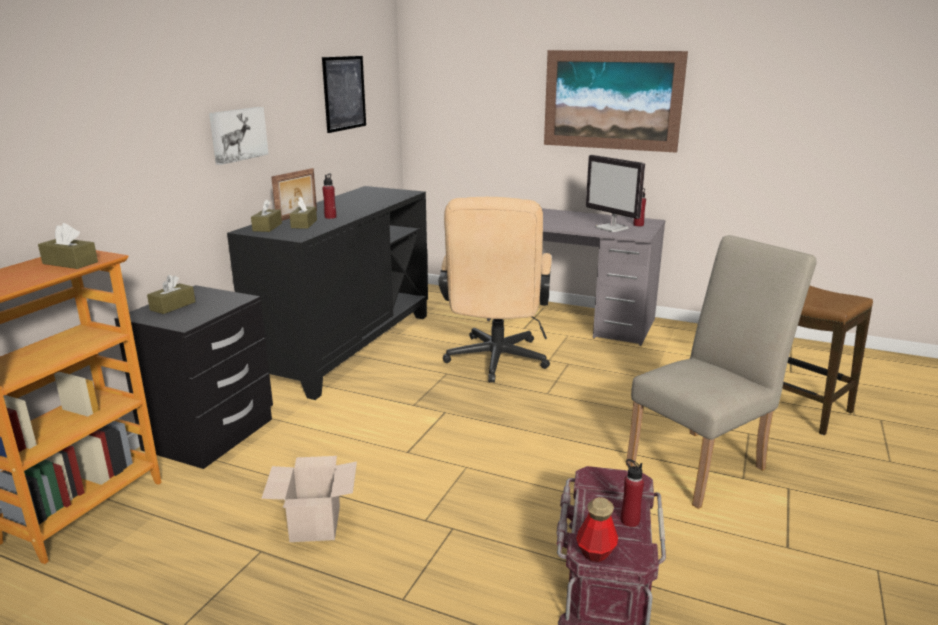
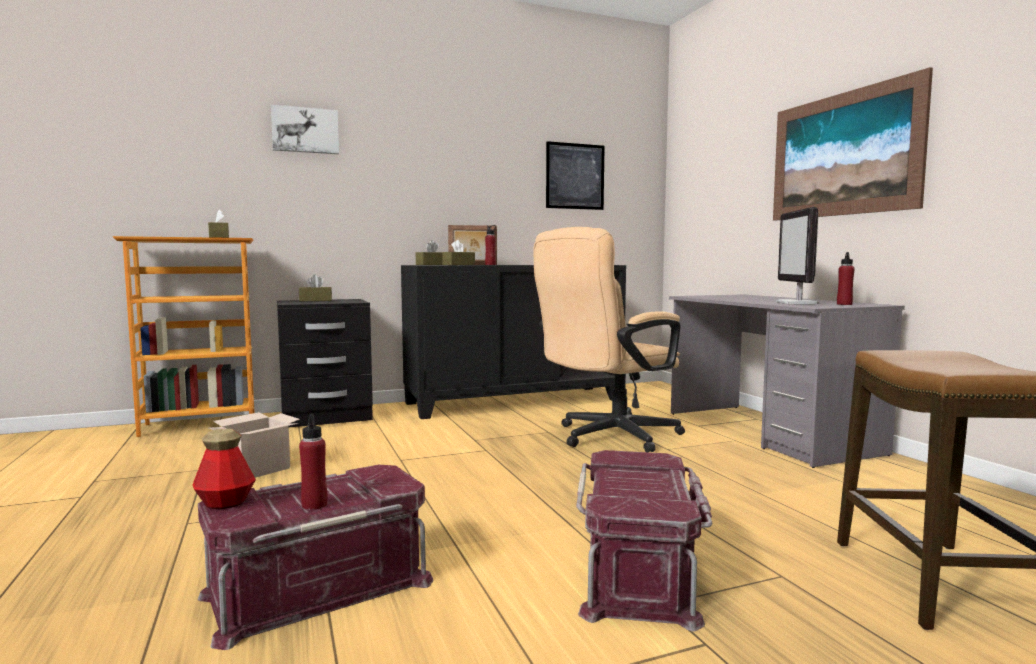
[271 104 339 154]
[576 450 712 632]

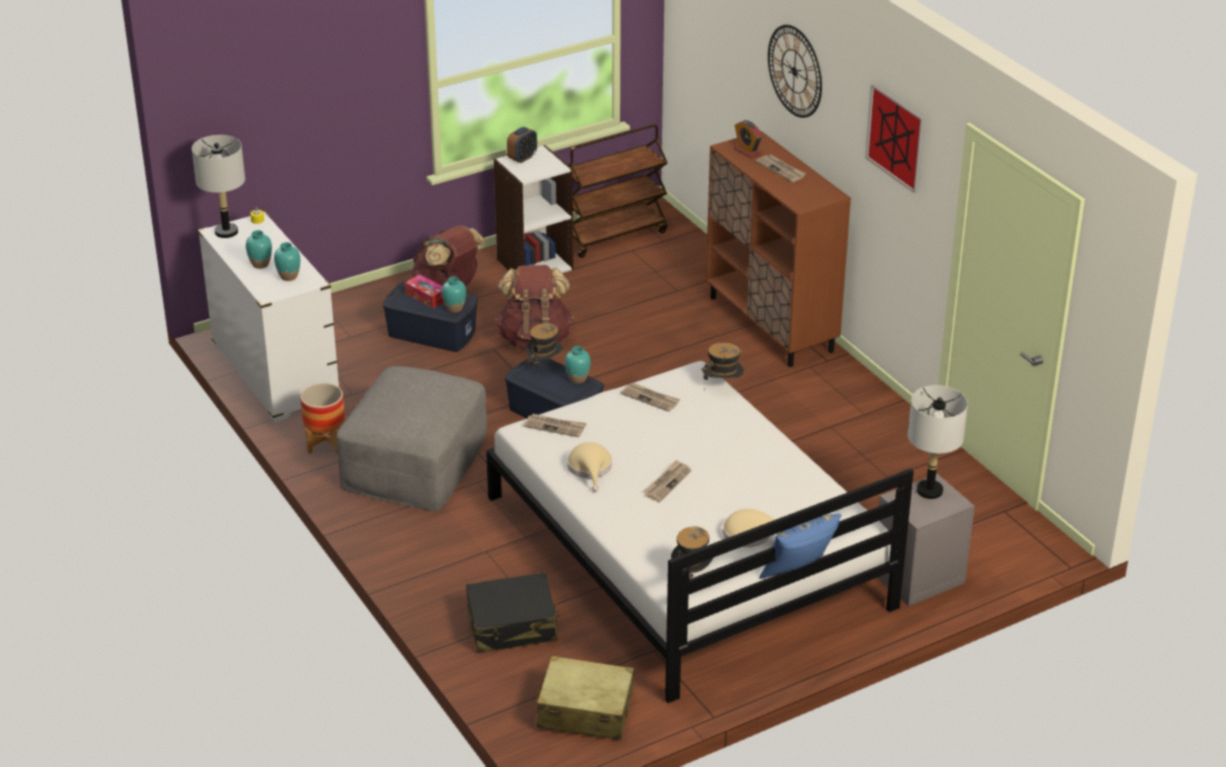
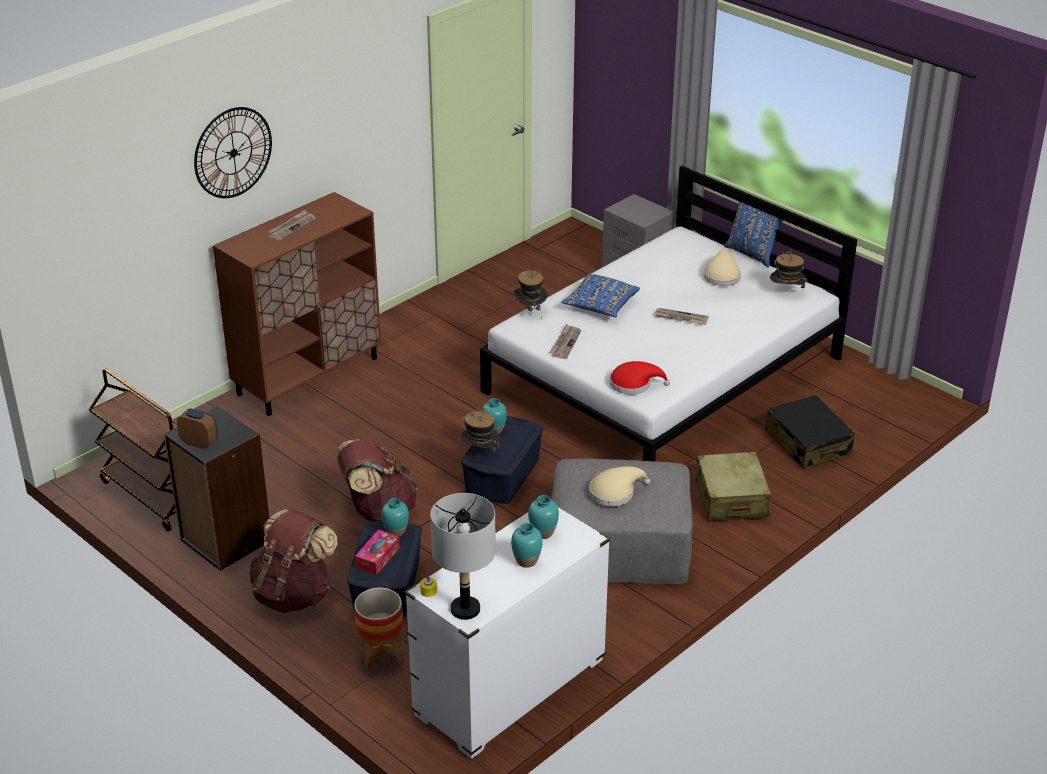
[164 406 269 571]
[354 588 403 668]
[561 274 640 317]
[589 466 651 507]
[610 361 670 394]
[696 451 771 521]
[734 120 762 158] (first image)
[865 84 925 193] (first image)
[908 385 968 499] (first image)

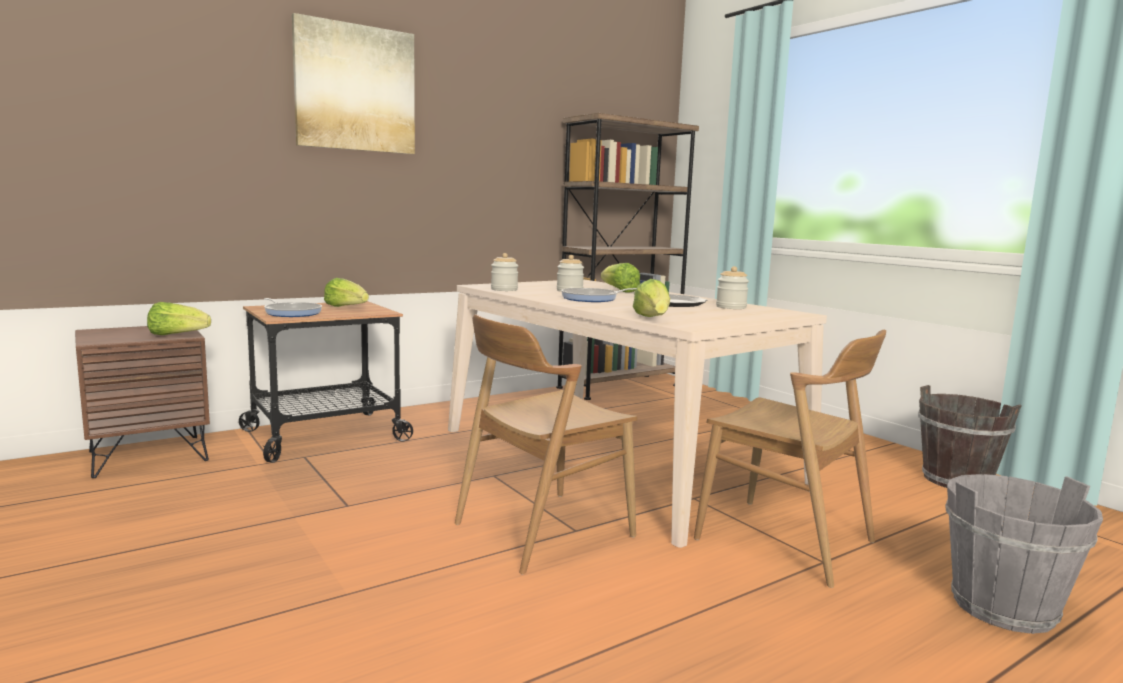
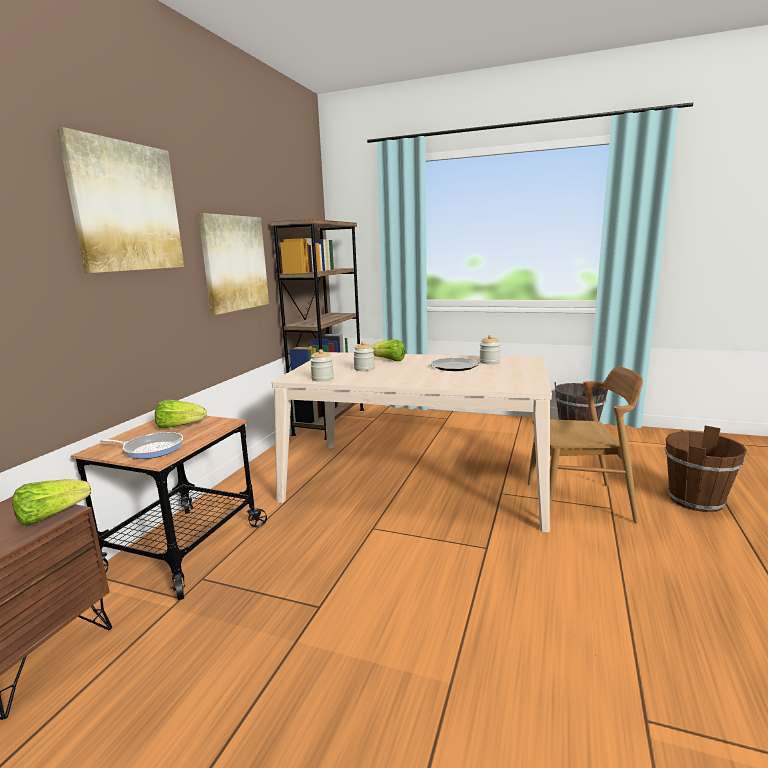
[198 213 269 315]
[665 426 747 512]
[455 314 638 574] (first image)
[561 288 636 302] (first image)
[633 279 670 317] (first image)

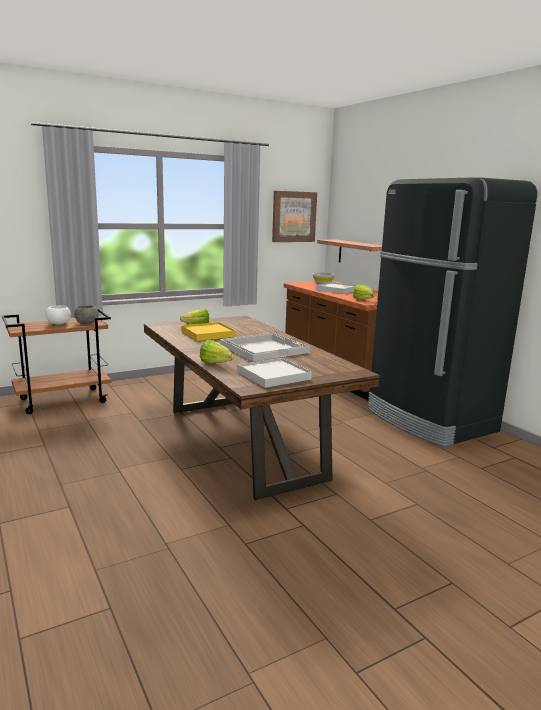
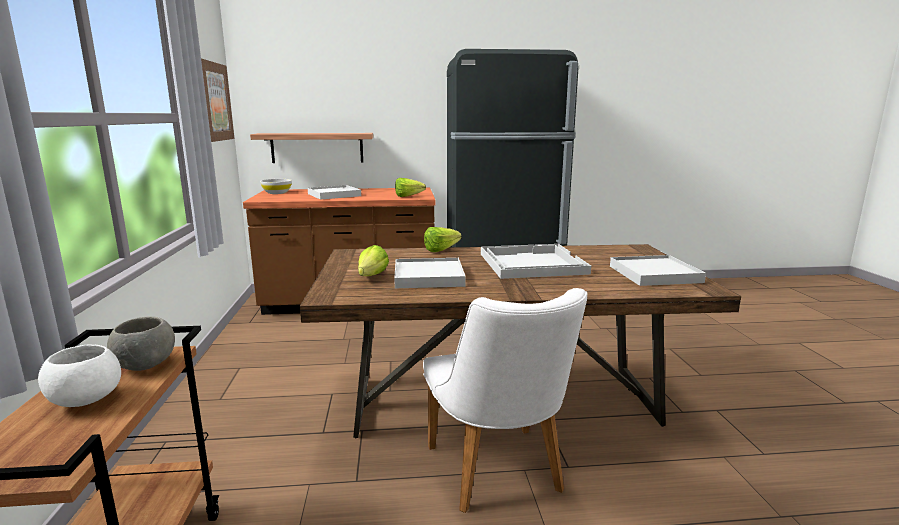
[394 258 466 288]
[423 288 587 513]
[424 227 462 252]

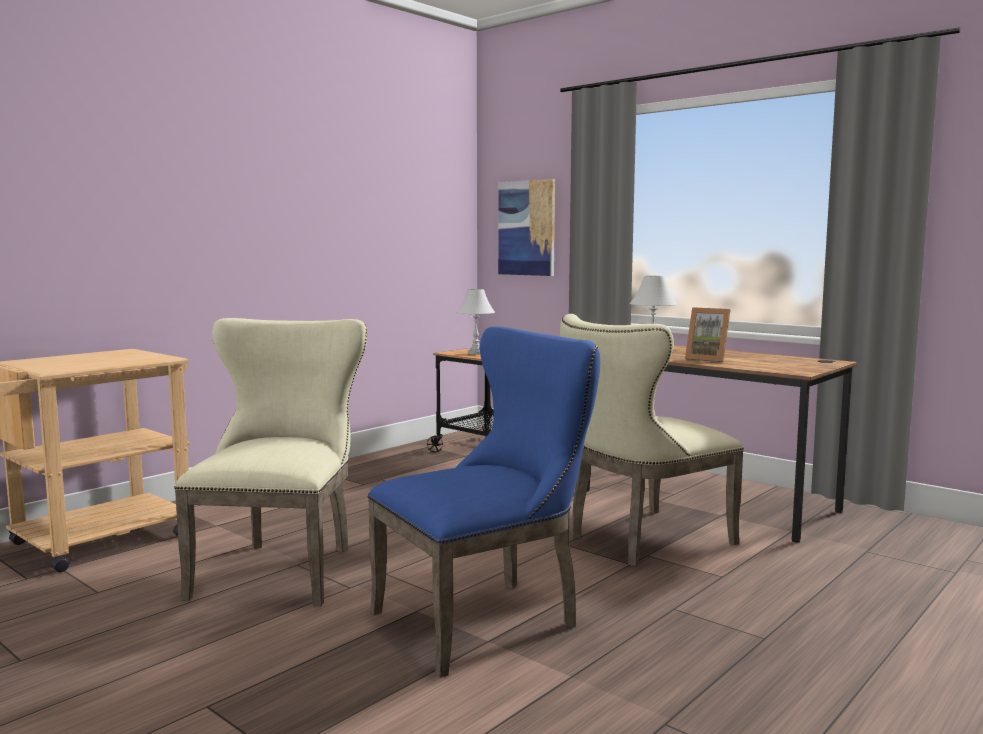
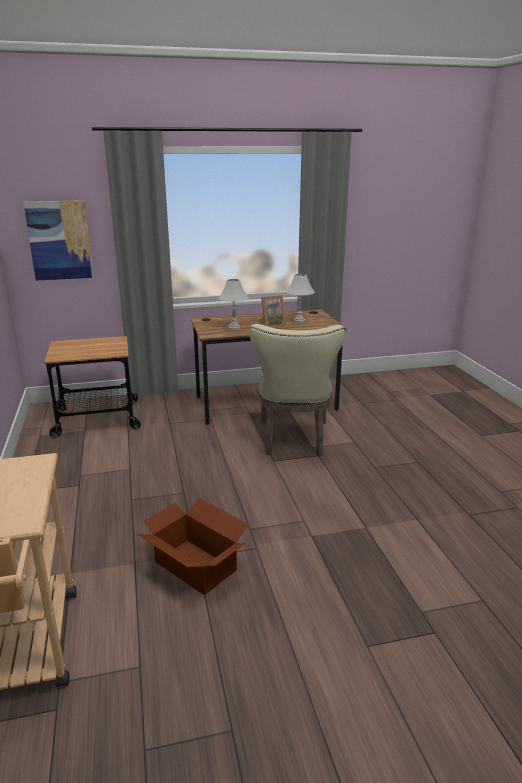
[137 497 249 595]
[286 274 315 323]
[367 326 600 678] (first image)

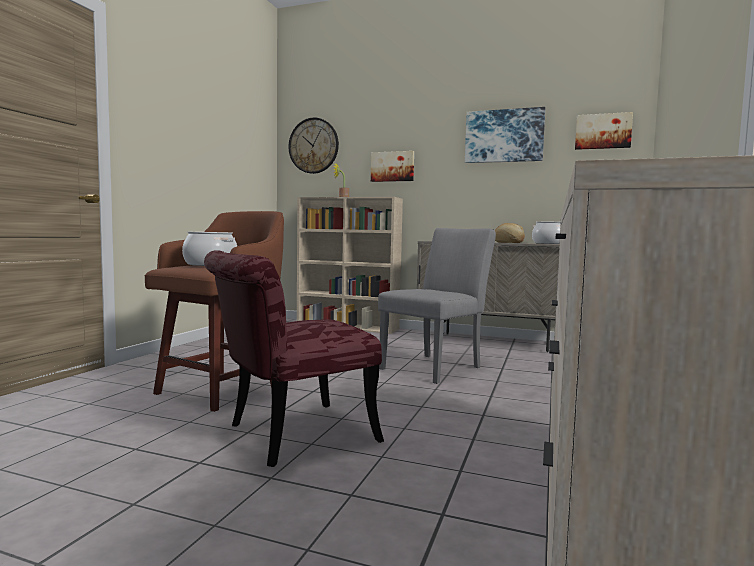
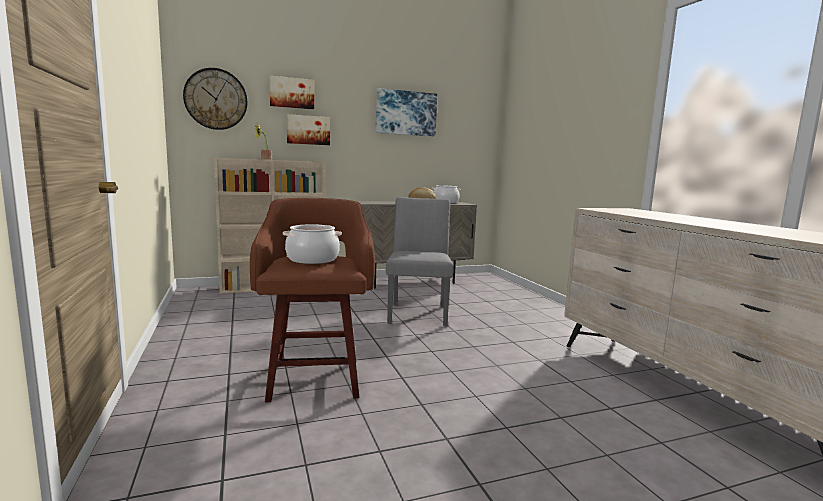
[269 76 314 109]
[204 250 384 467] (first image)

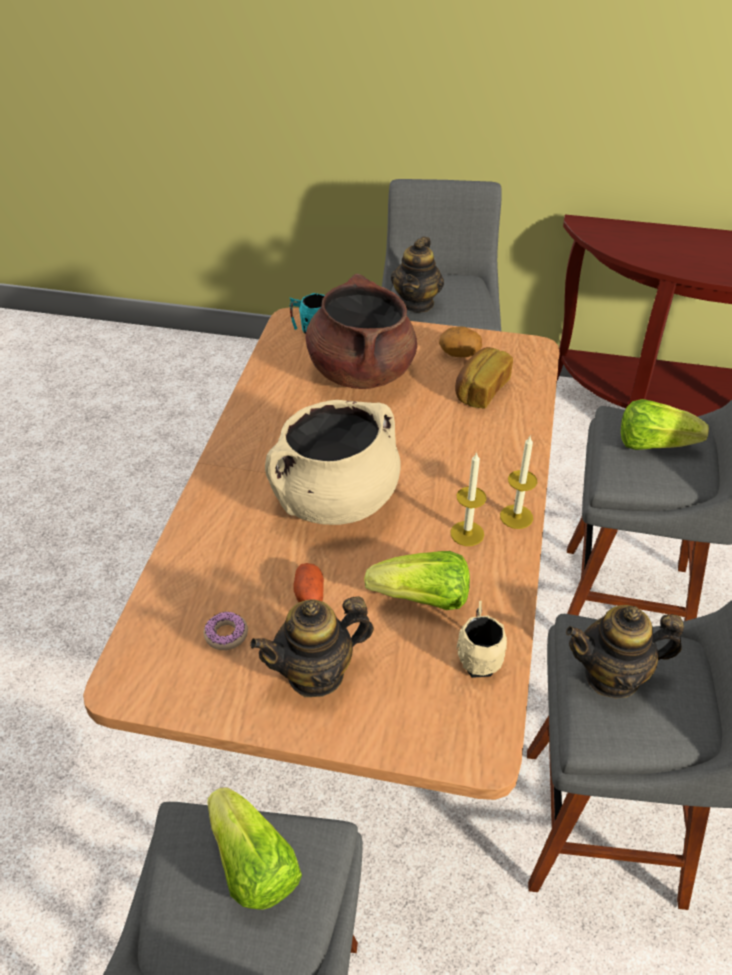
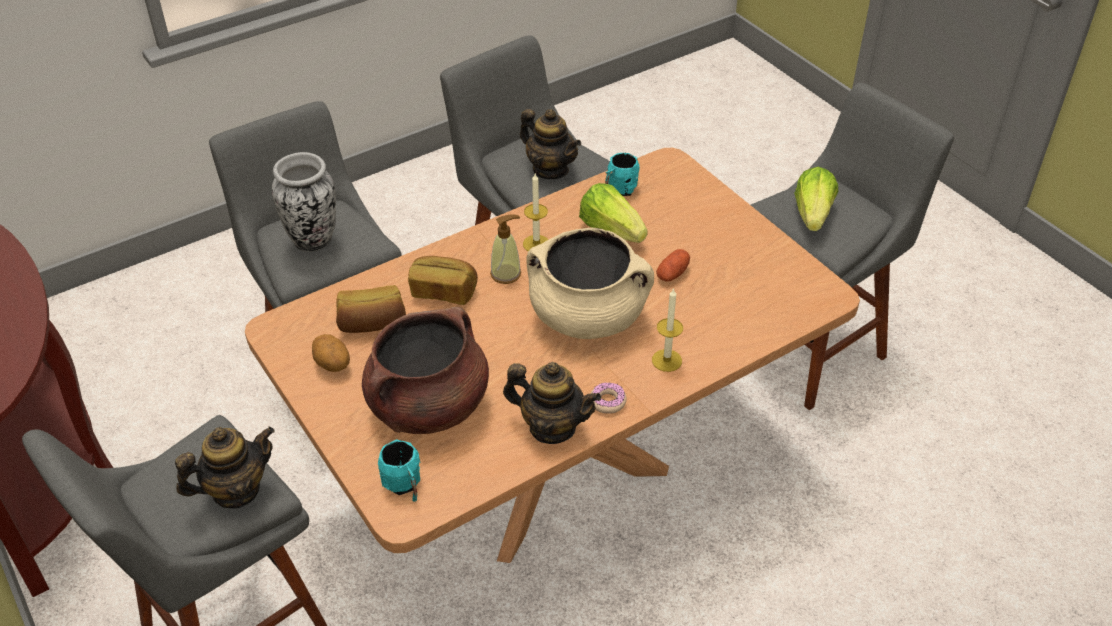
[272 152 336 252]
[408 256 478 305]
[490 214 521 284]
[503 362 601 444]
[591 382 627 414]
[605 153 640 196]
[652 288 683 372]

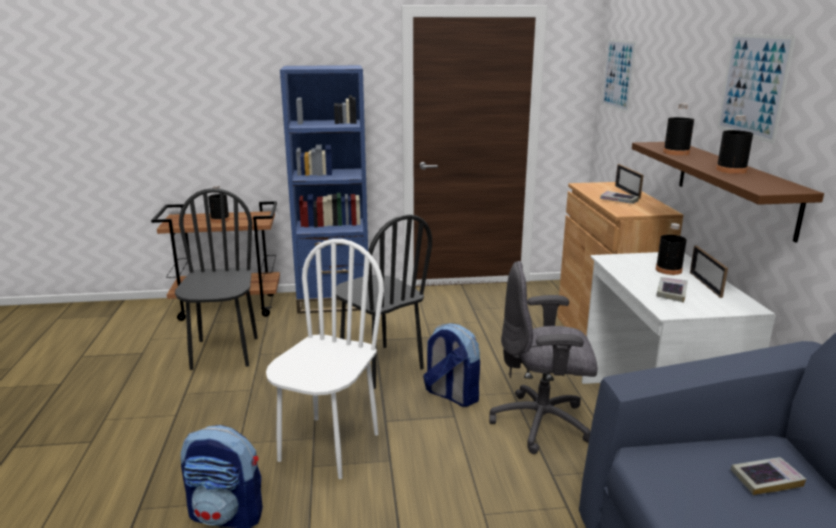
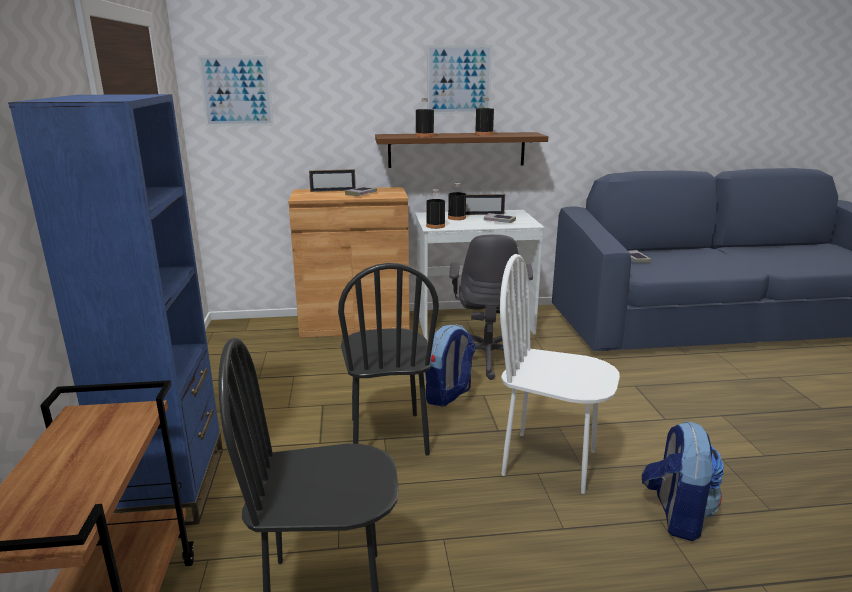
[338 263 439 455]
[426 189 445 229]

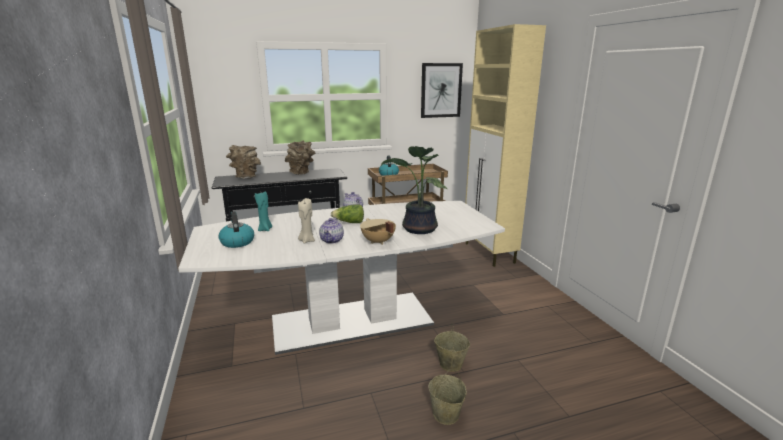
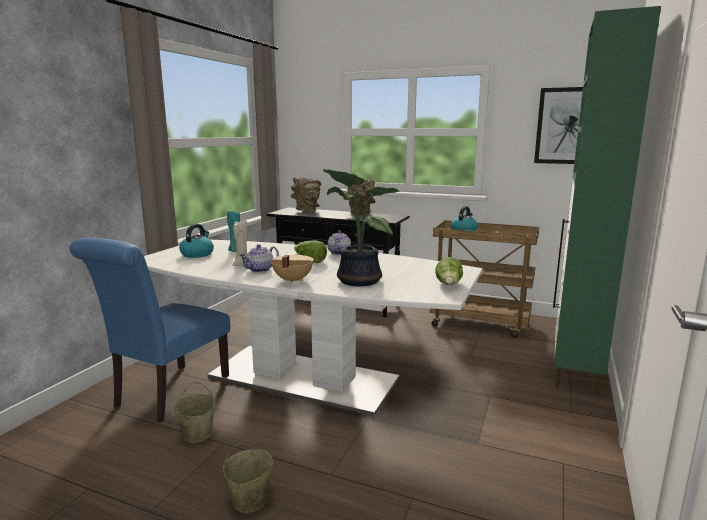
[70 237 230 423]
[174 382 215 443]
[435 257 463 285]
[553 6 661 395]

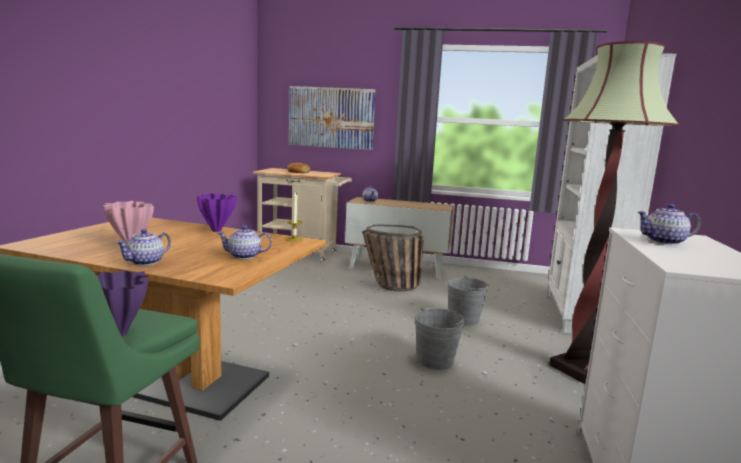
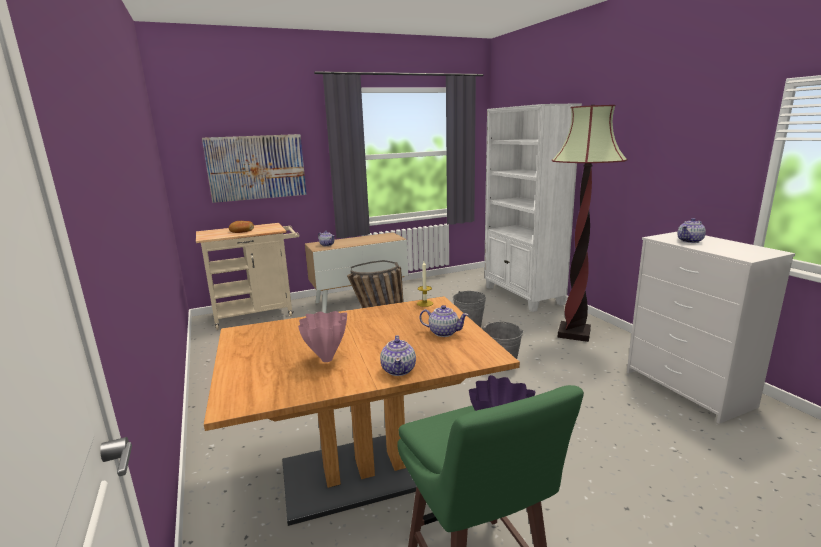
[420 305 469 337]
[197 193 237 232] (first image)

